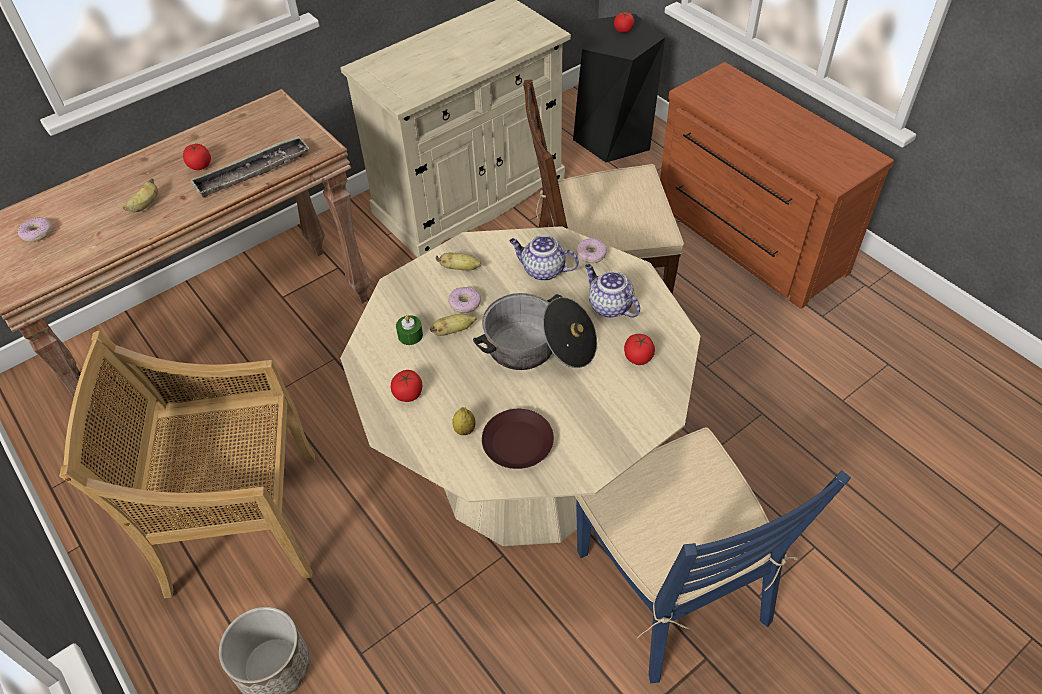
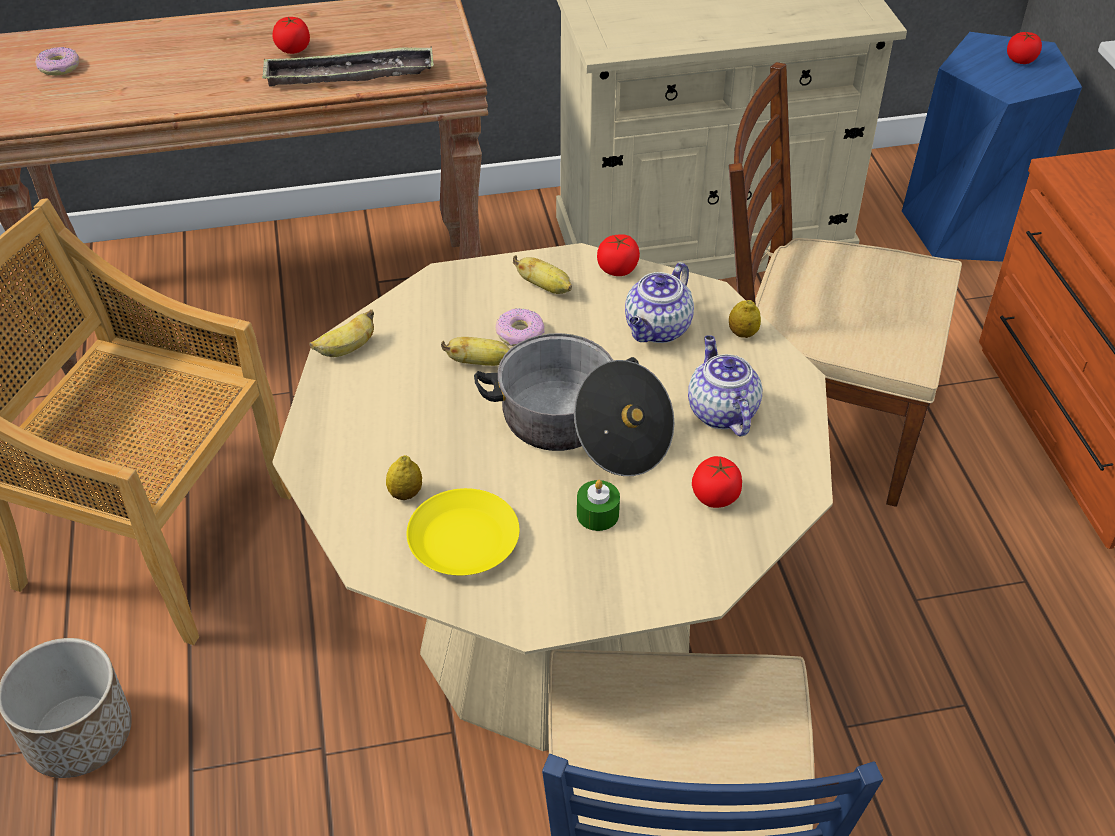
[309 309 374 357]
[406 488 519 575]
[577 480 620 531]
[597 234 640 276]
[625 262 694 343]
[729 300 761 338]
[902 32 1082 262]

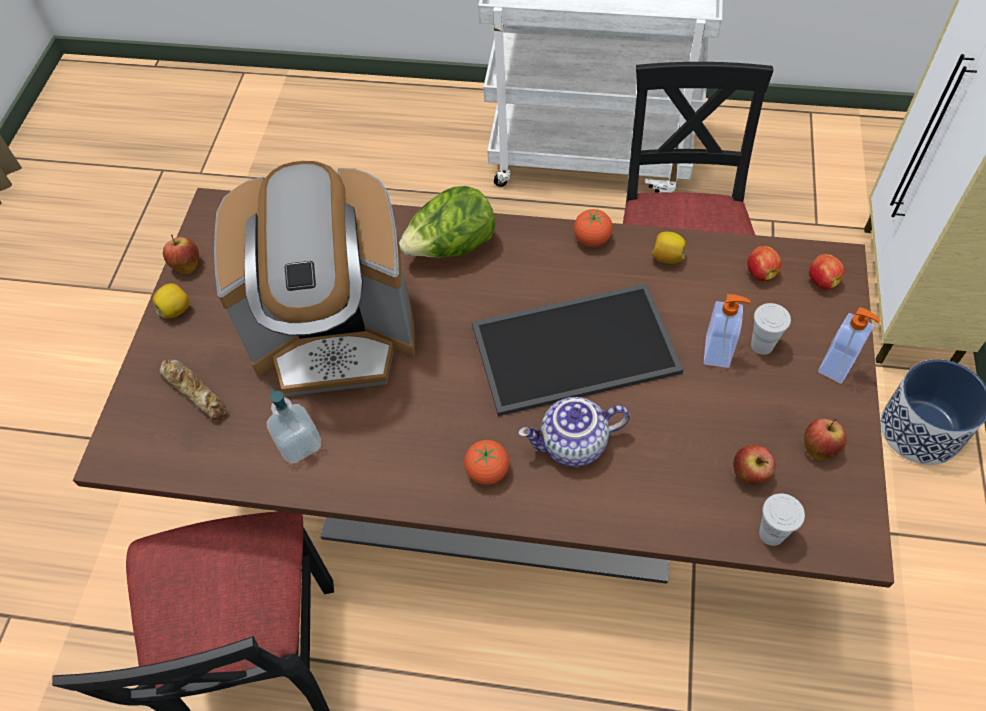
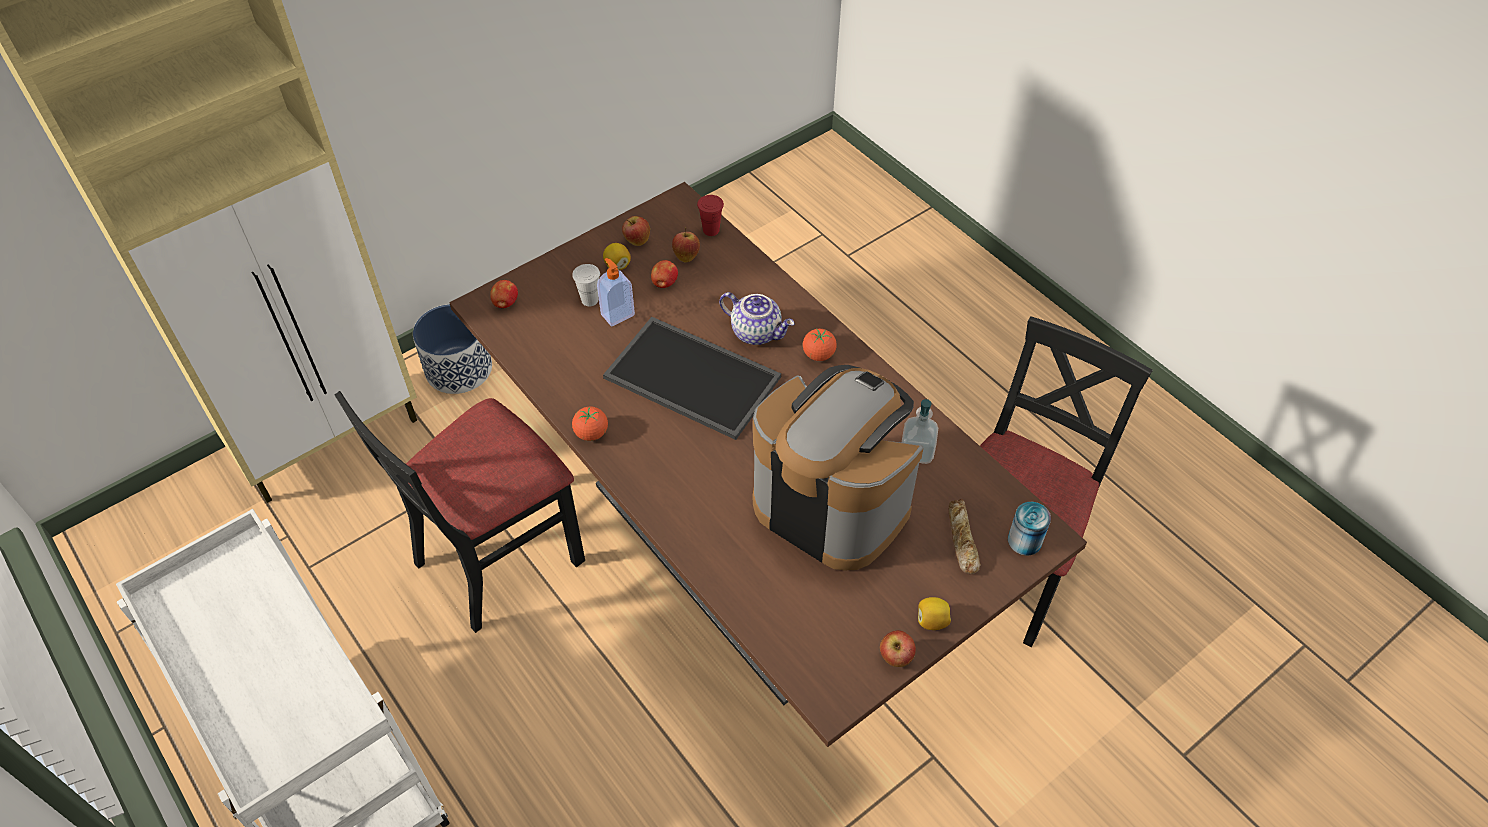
[603 243 631 270]
[651 260 678 288]
[697 195 724 236]
[1008 502 1051 555]
[399 186 496 258] (first image)
[818 307 881 384] (first image)

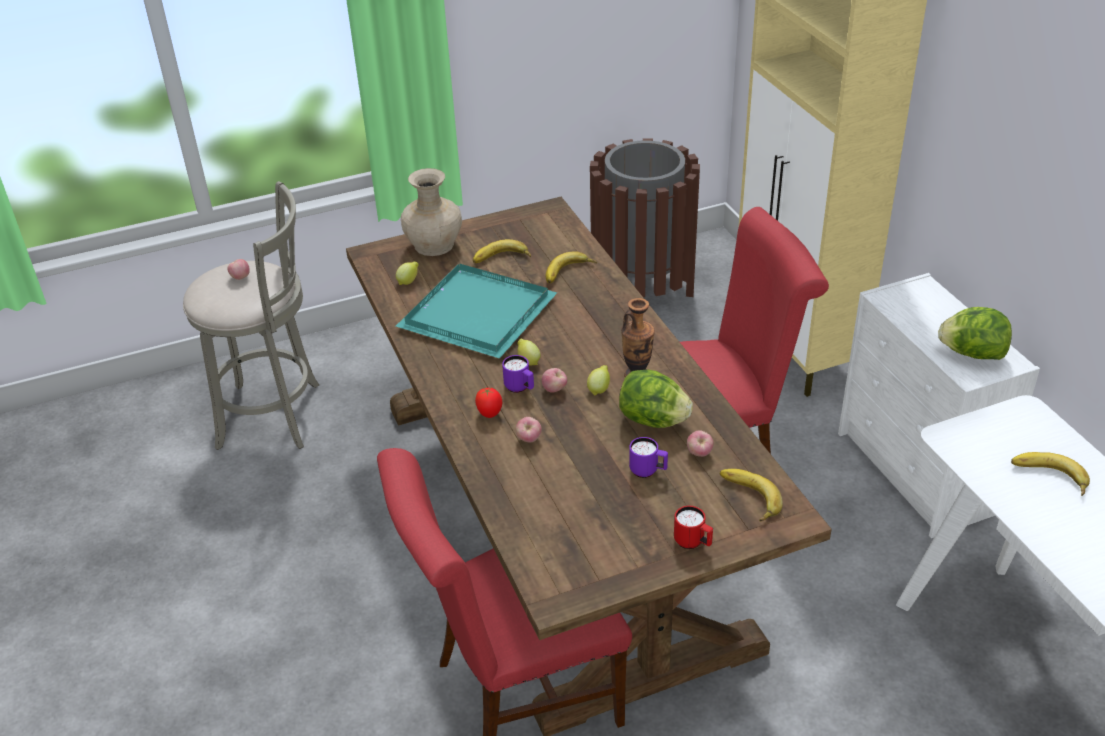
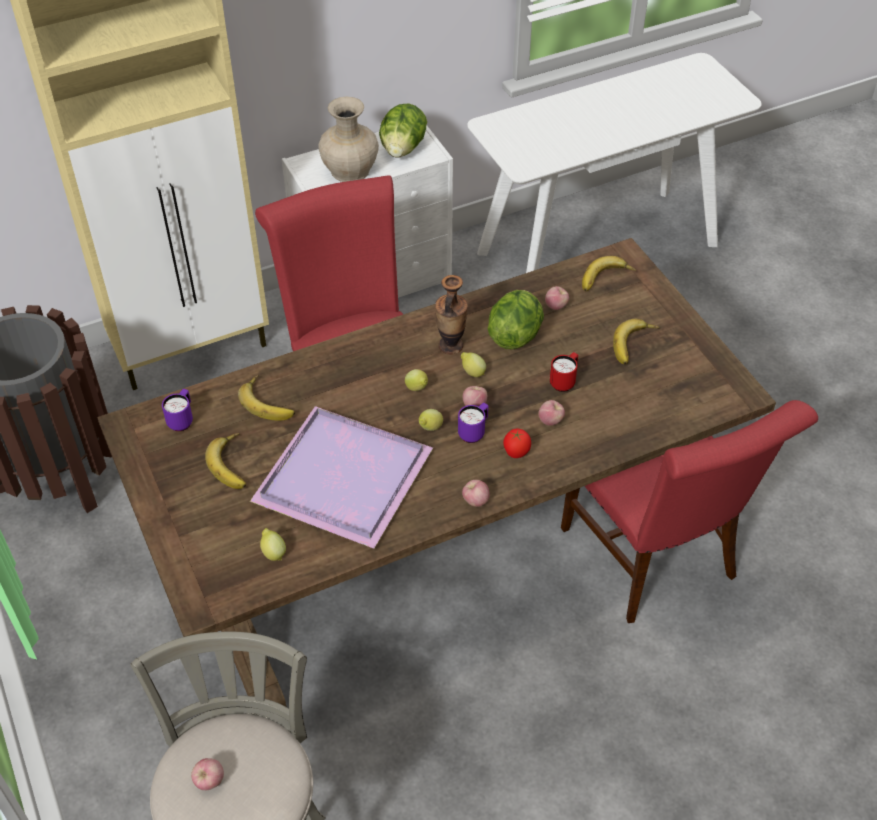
[162 389 193 431]
[250 406 433 549]
[318 96 379 182]
[405 369 428 391]
[462 480 489 507]
[550 352 578 392]
[613 319 660 364]

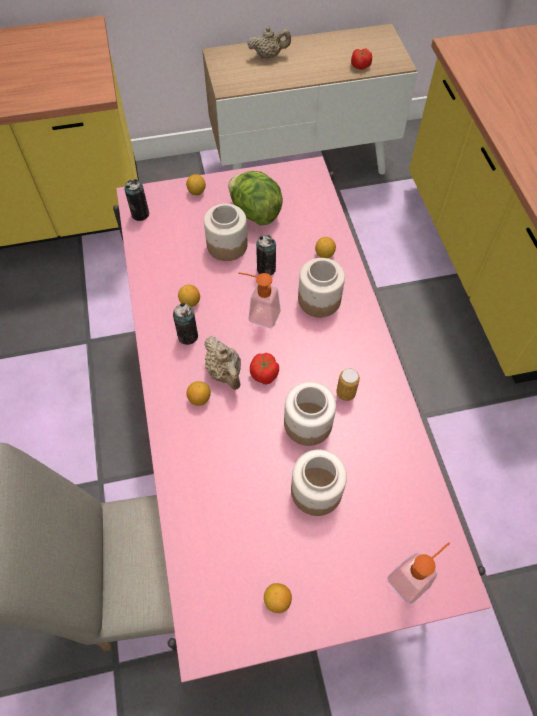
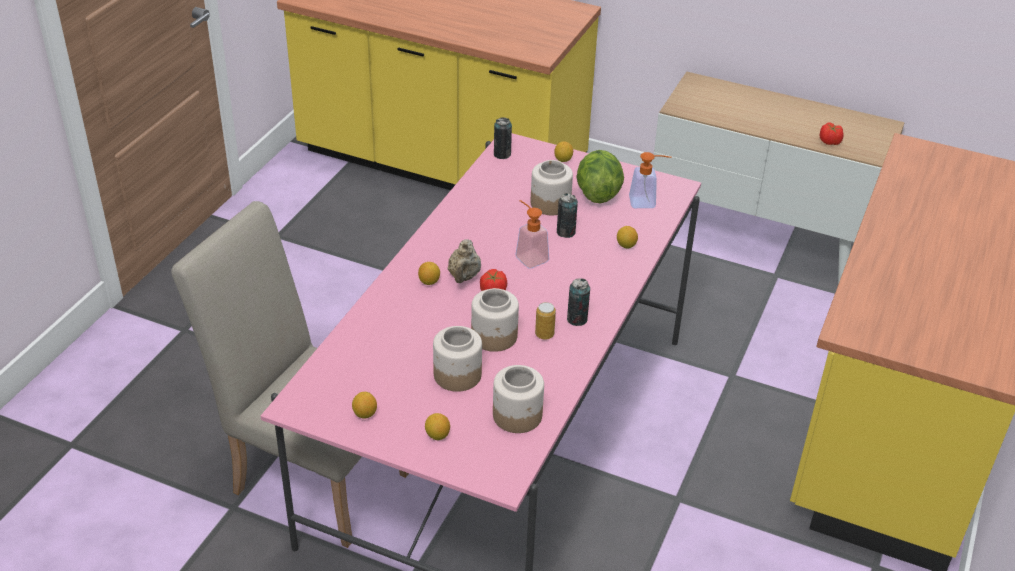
[425 413 450 440]
[493 365 544 433]
[567 278 590 326]
[629 152 671 208]
[247 26 291 59] (first image)

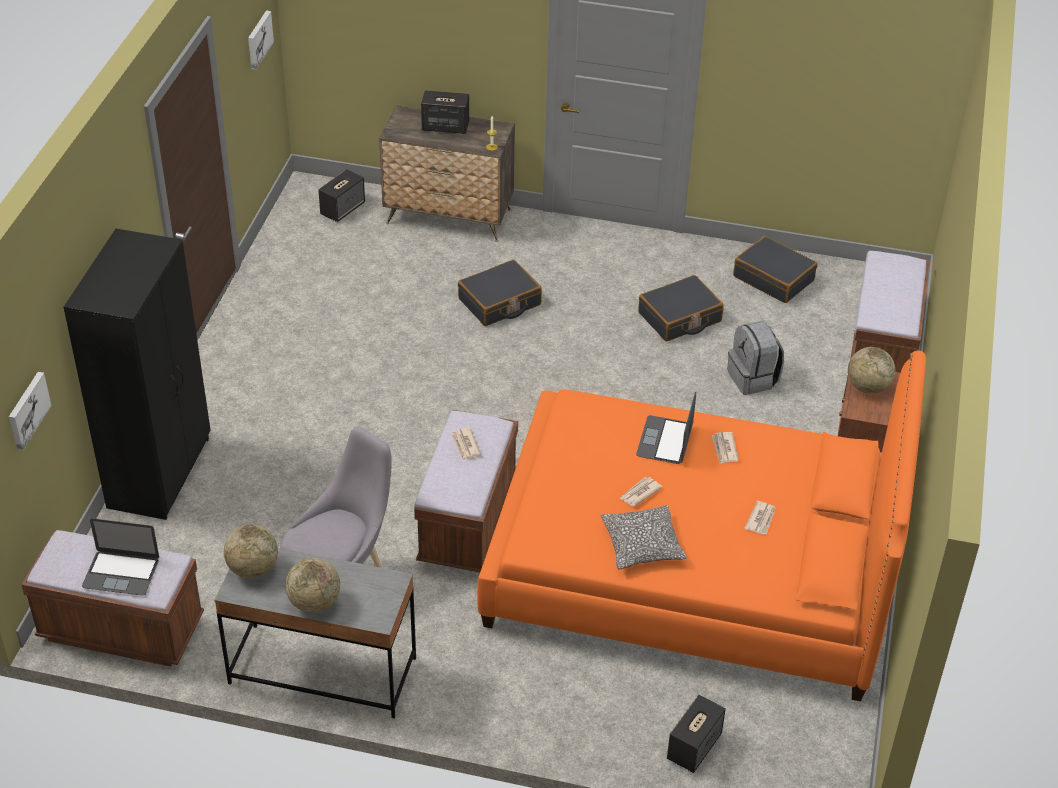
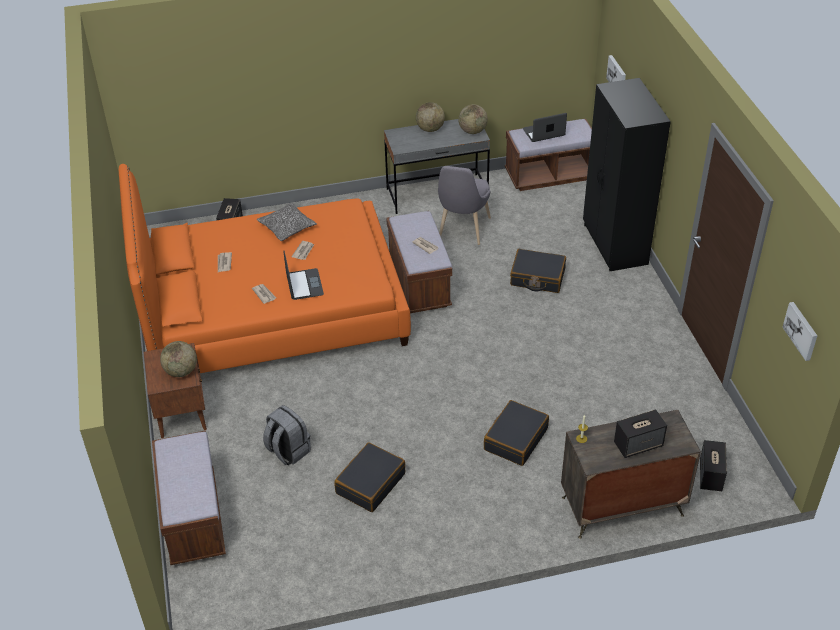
[510 249 566 293]

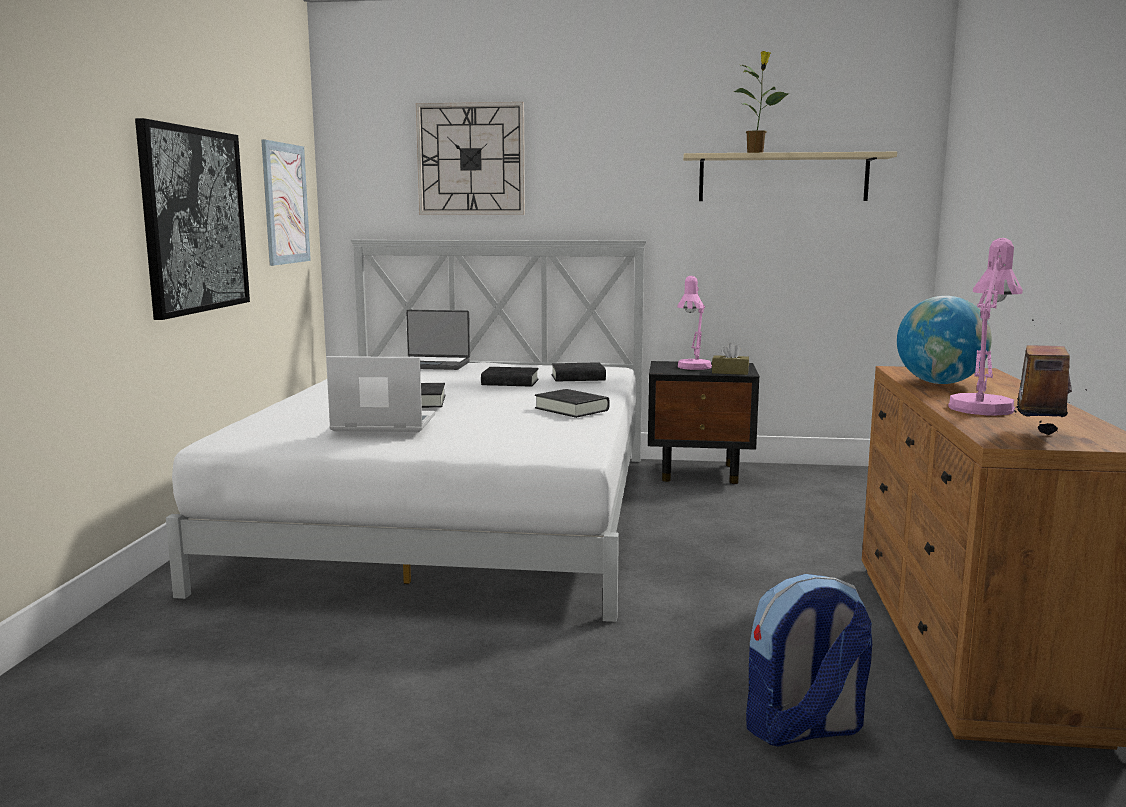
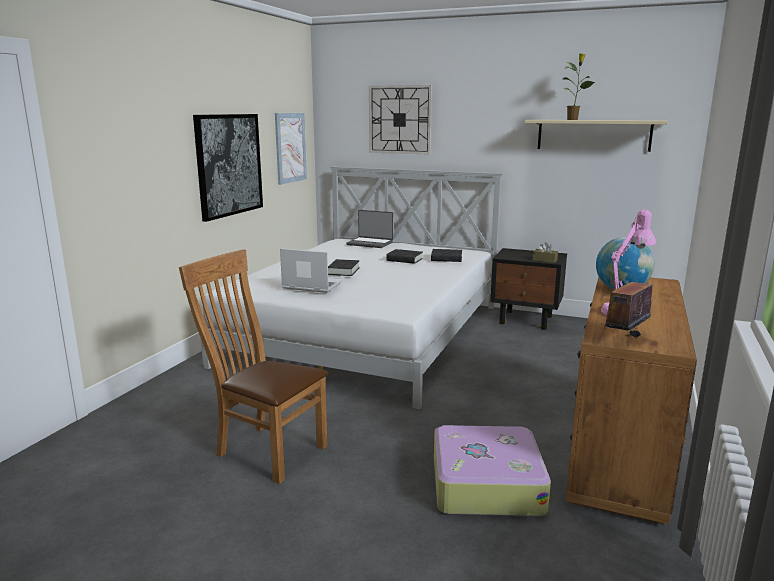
[179 250 328 484]
[434 425 551 517]
[535 389 610 418] (first image)
[677 276 712 370] (first image)

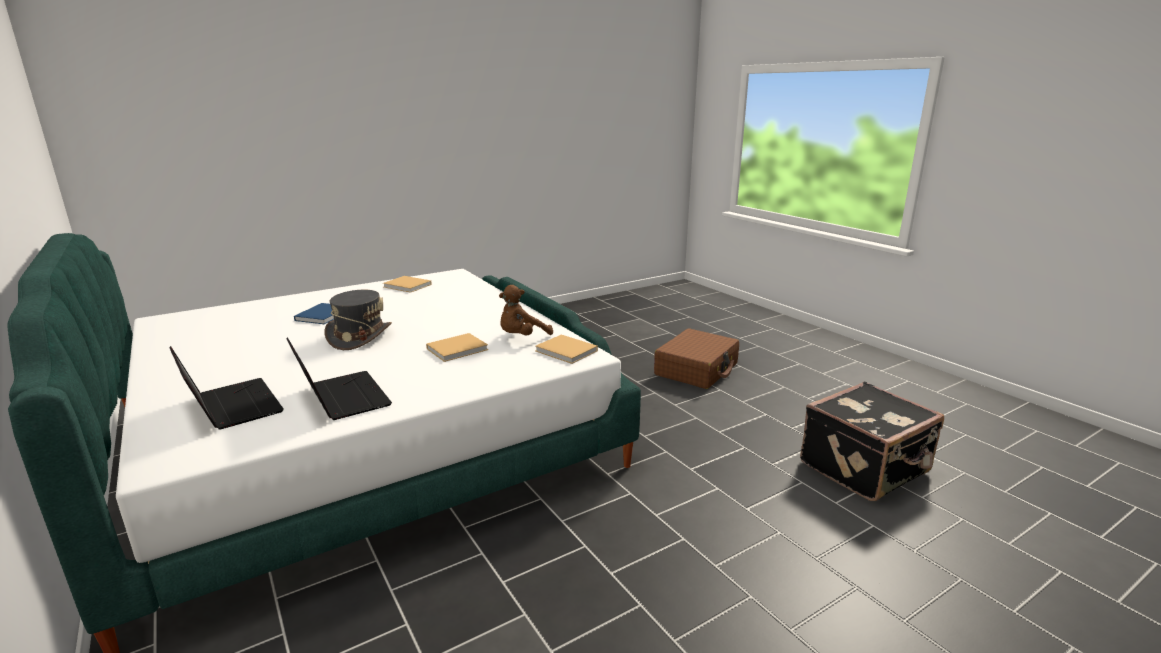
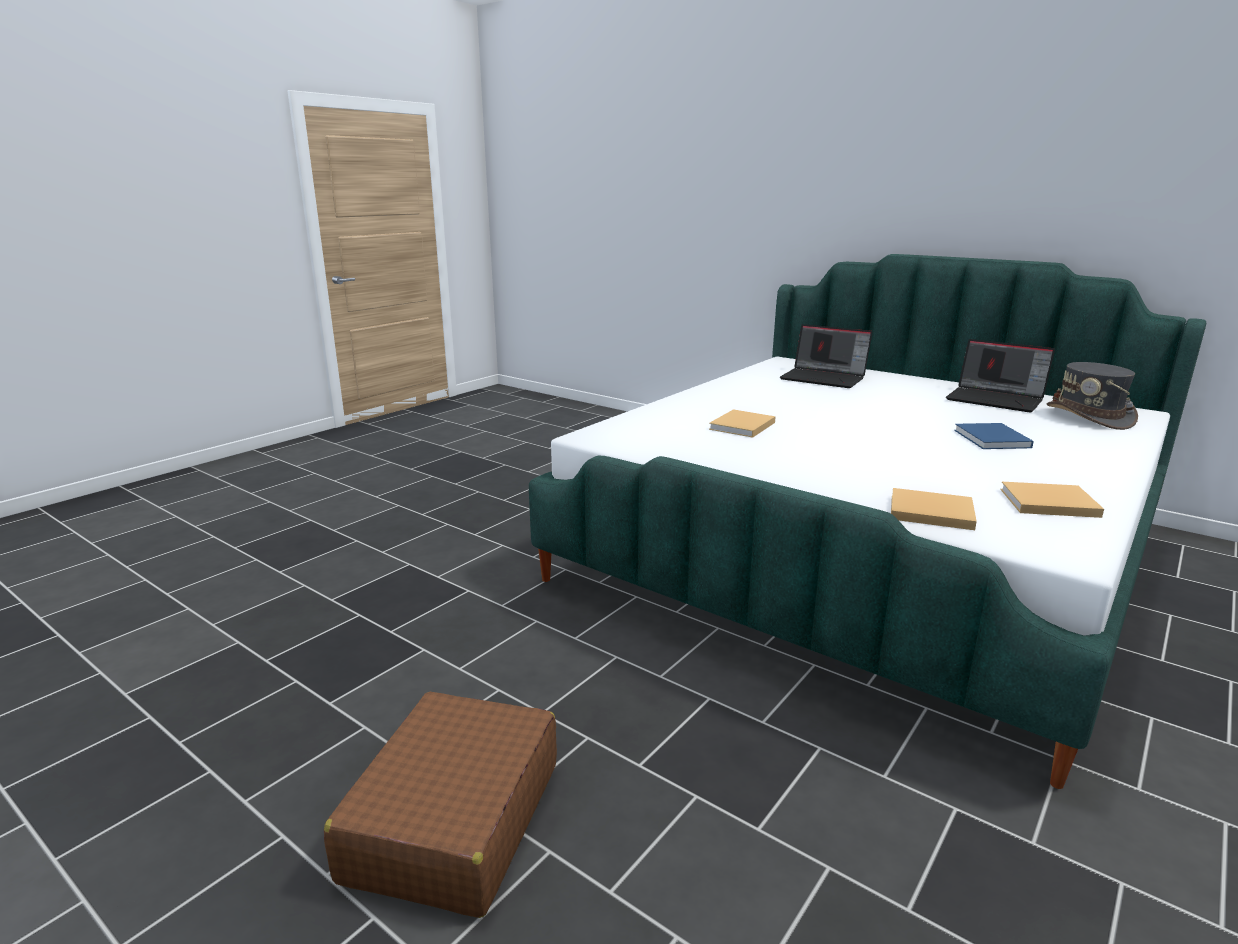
[891 488 977 530]
[946 339 1055 412]
[1047 362 1138 430]
[499 285 553 336] (first image)
[800 382 944 501] (first image)

